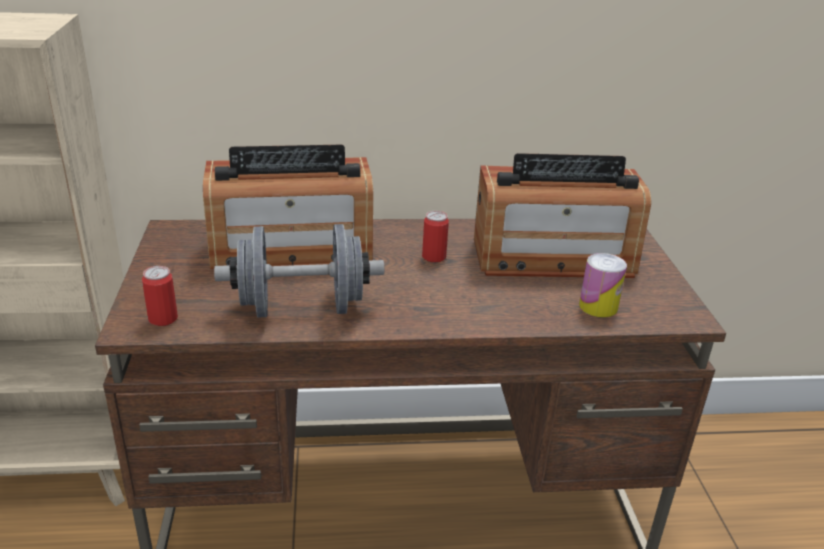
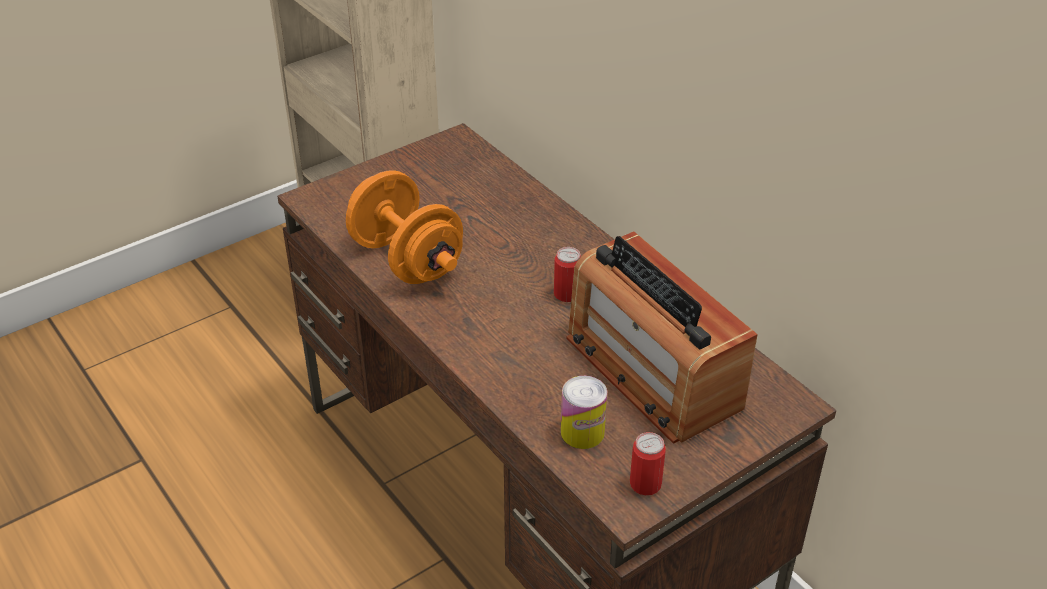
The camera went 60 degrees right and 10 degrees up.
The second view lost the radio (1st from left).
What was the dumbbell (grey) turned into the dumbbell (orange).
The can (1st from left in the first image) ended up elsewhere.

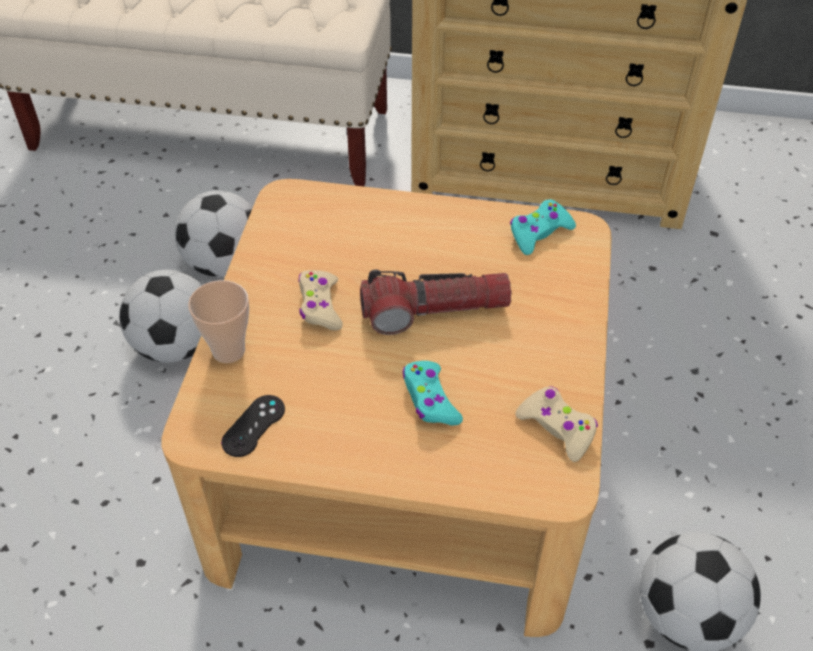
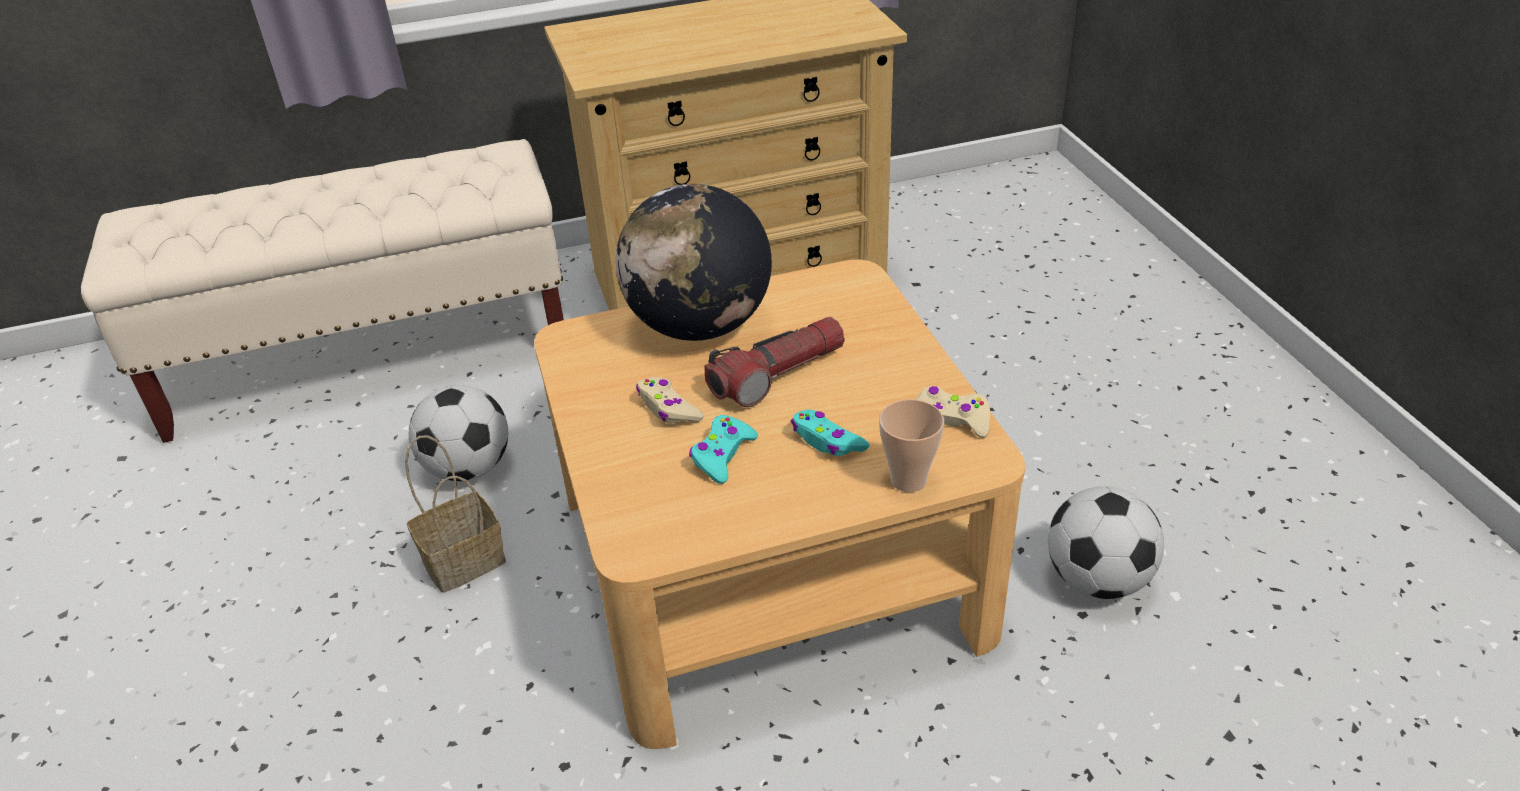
The camera went 25 degrees left and 10 degrees down.
The game controller (turquoise) (2nd from left in the first image) ended up elsewhere.
Where the football (1st from left) stood, the basket came to stand.
The cup ended up elsewhere.
The second view lost the game controller (black).
The second view gained the globe.

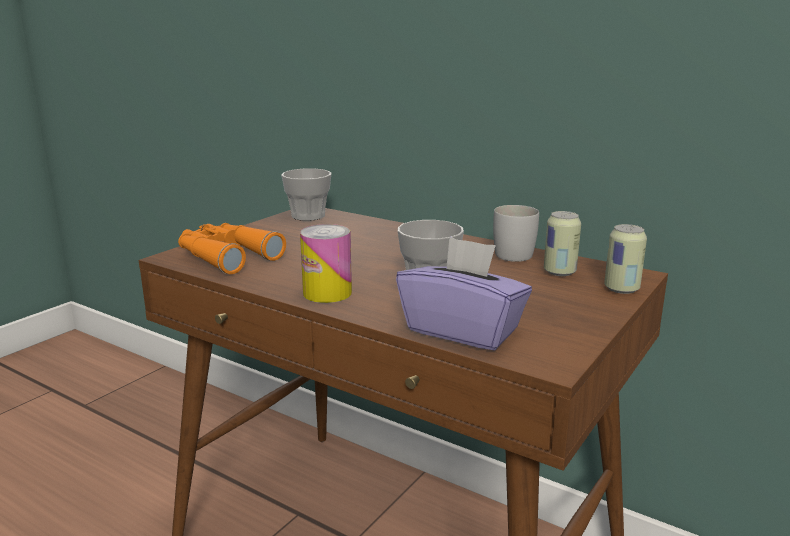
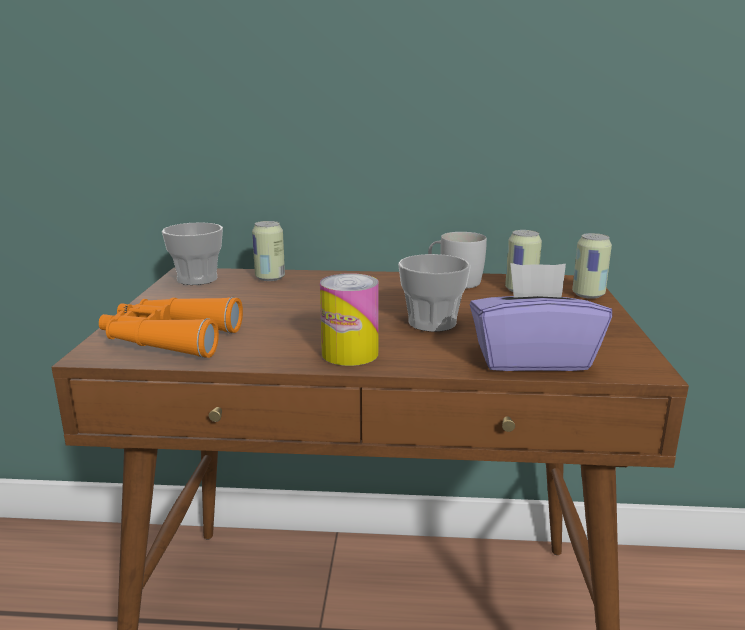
The camera went 30 degrees left and 0 degrees up.
The second view gained the can (1st from left).

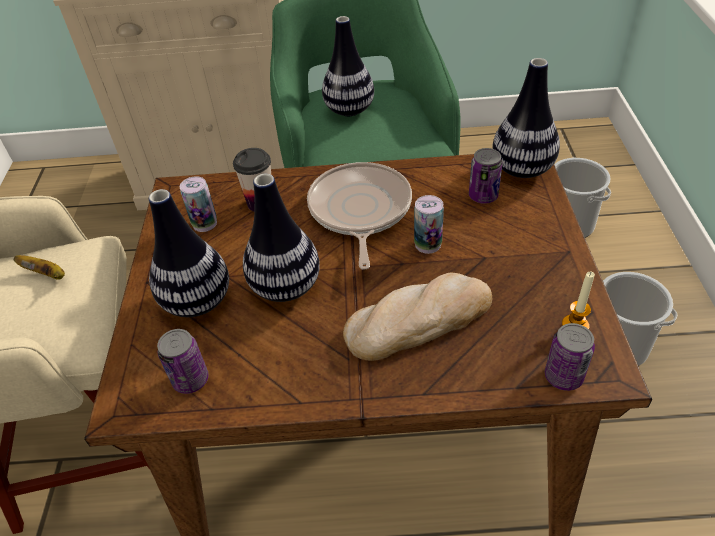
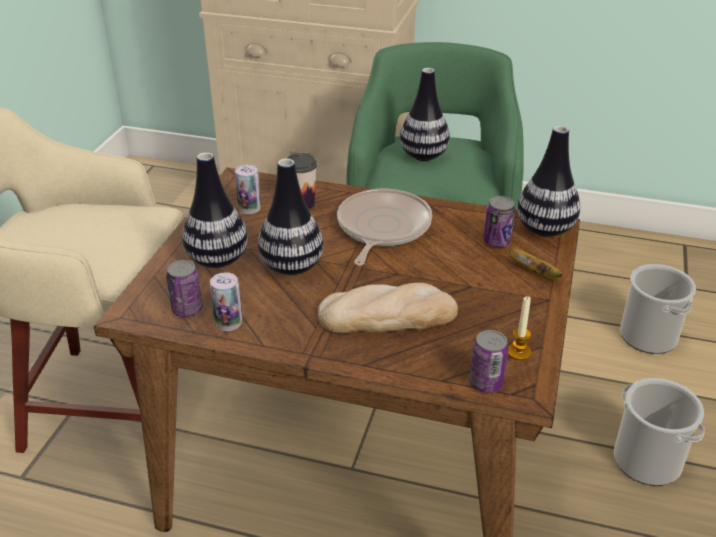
The camera went 15 degrees right and 10 degrees down.
The can (3rd from left in the first image) ended up elsewhere.
The banana ended up elsewhere.

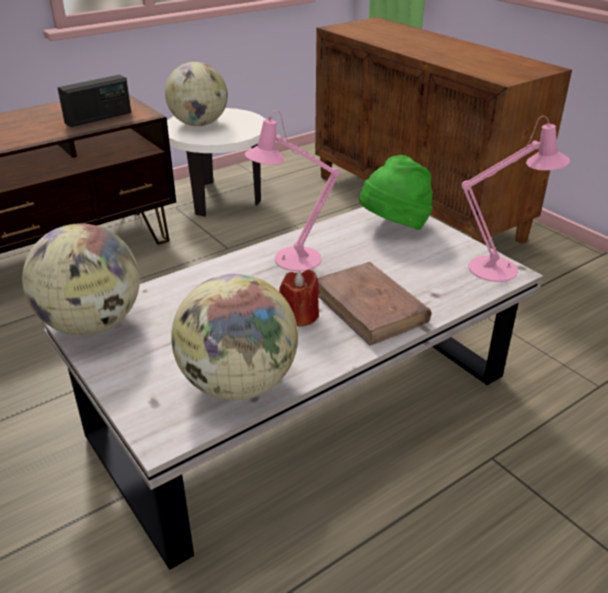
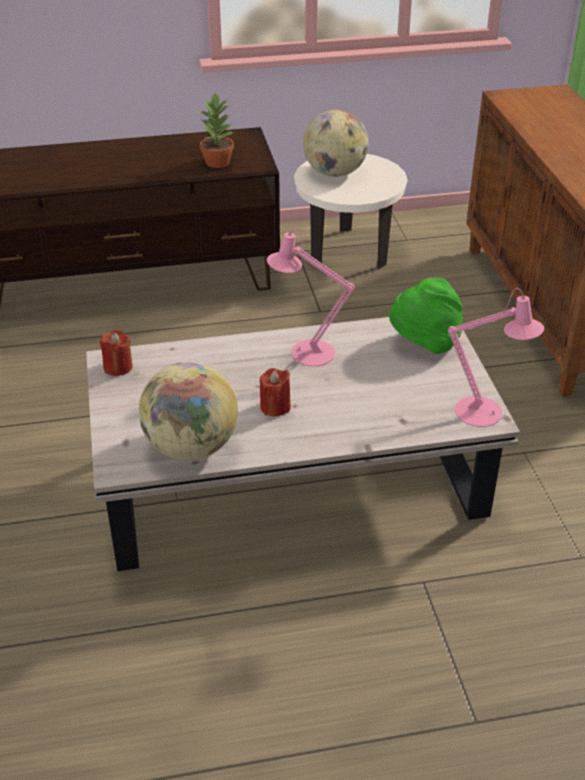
The camera went 25 degrees right and 5 degrees up.
Where the radio stood, the potted plant came to stand.
Where the globe (1st from left) stood, the candle (red) (1st from left) came to stand.
The second view lost the book (brown).

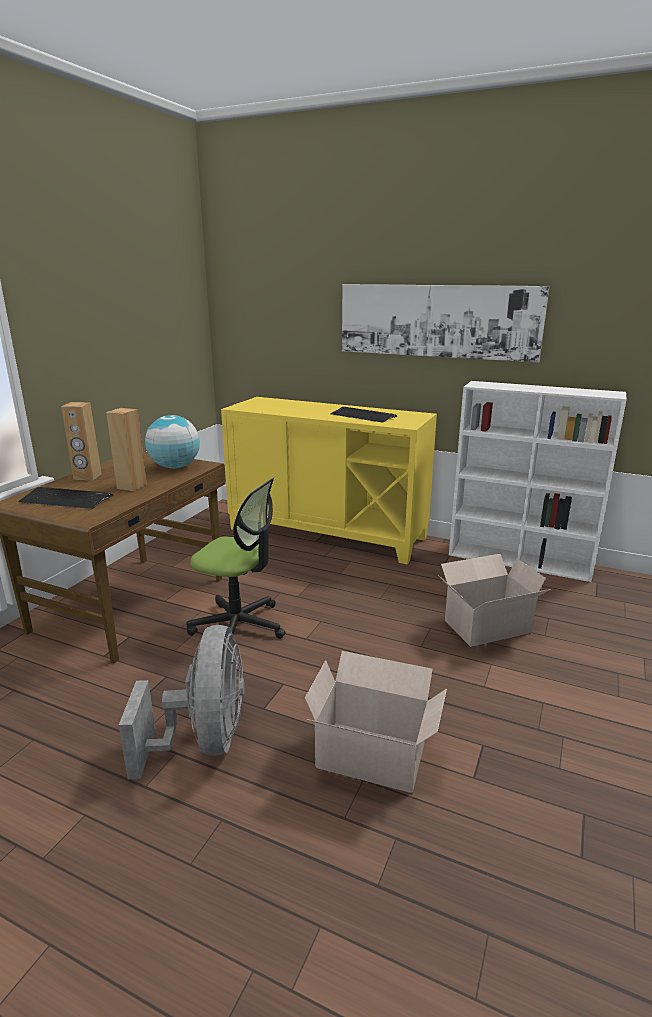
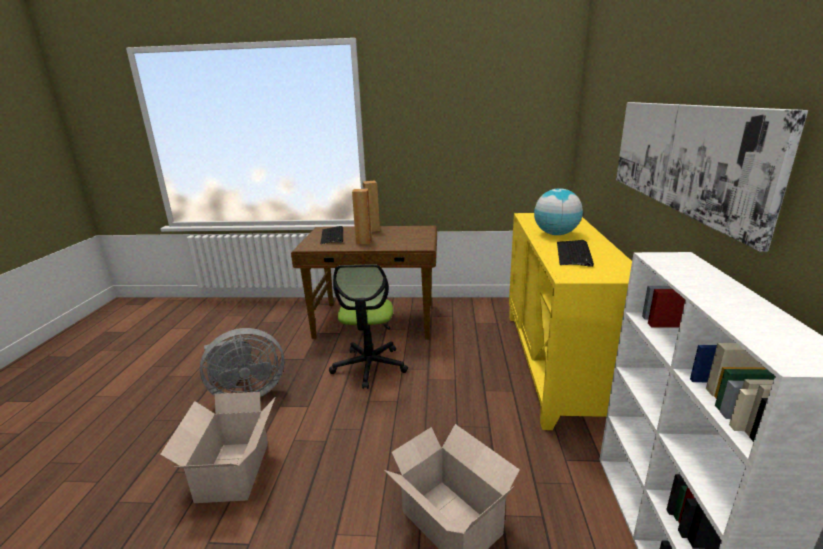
The camera went 70 degrees right and 0 degrees up.
The globe ended up elsewhere.

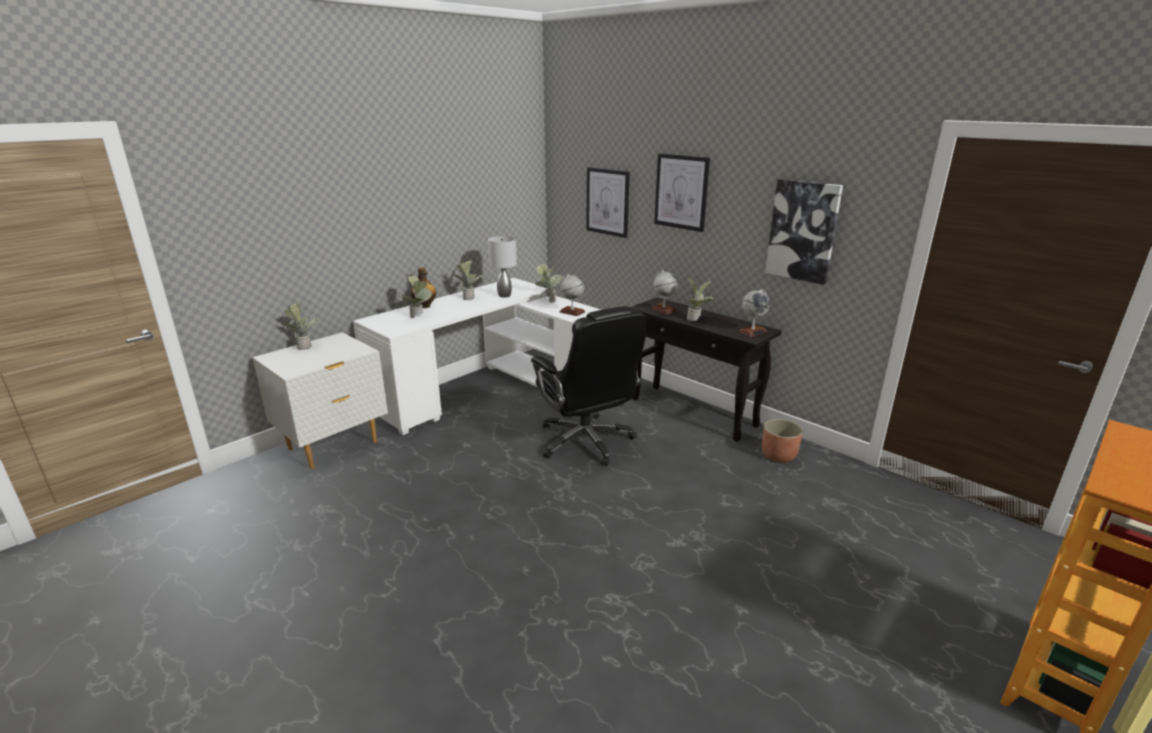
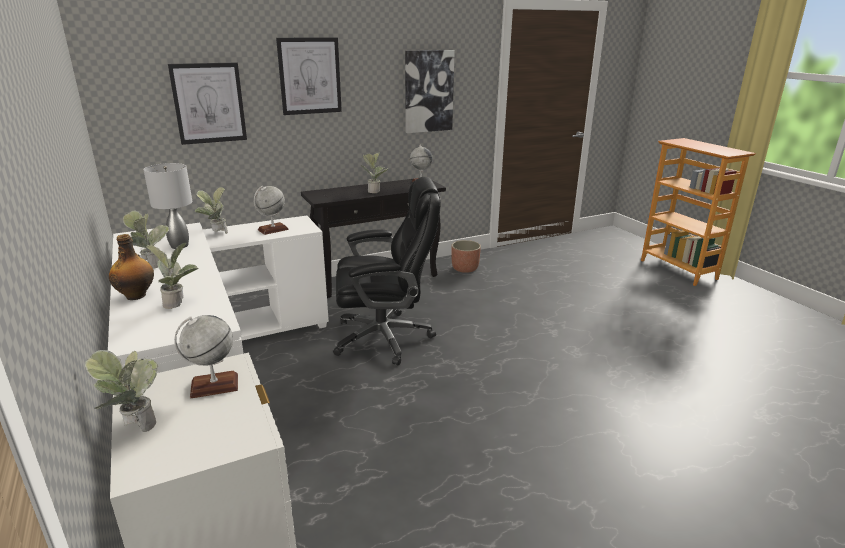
The camera went 70 degrees left and 0 degrees up.
The globe (2nd from left in the first image) ended up elsewhere.

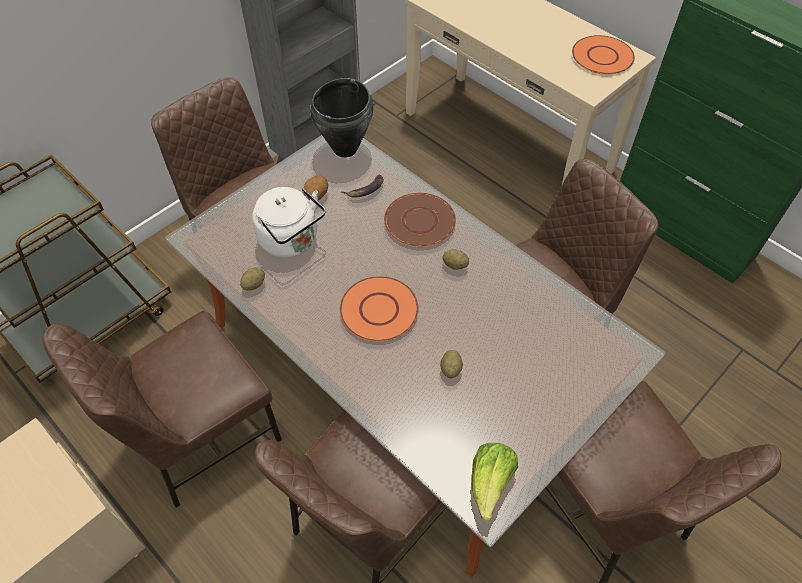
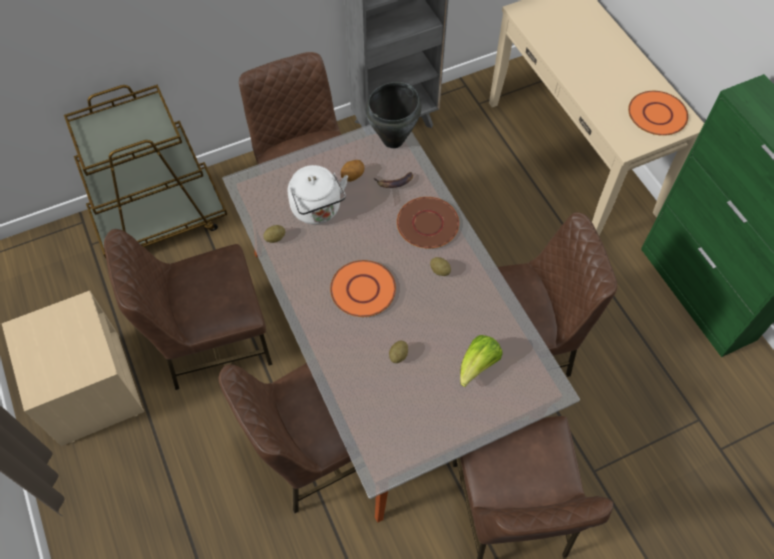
The camera went 20 degrees right and 5 degrees up.
The lettuce ended up elsewhere.

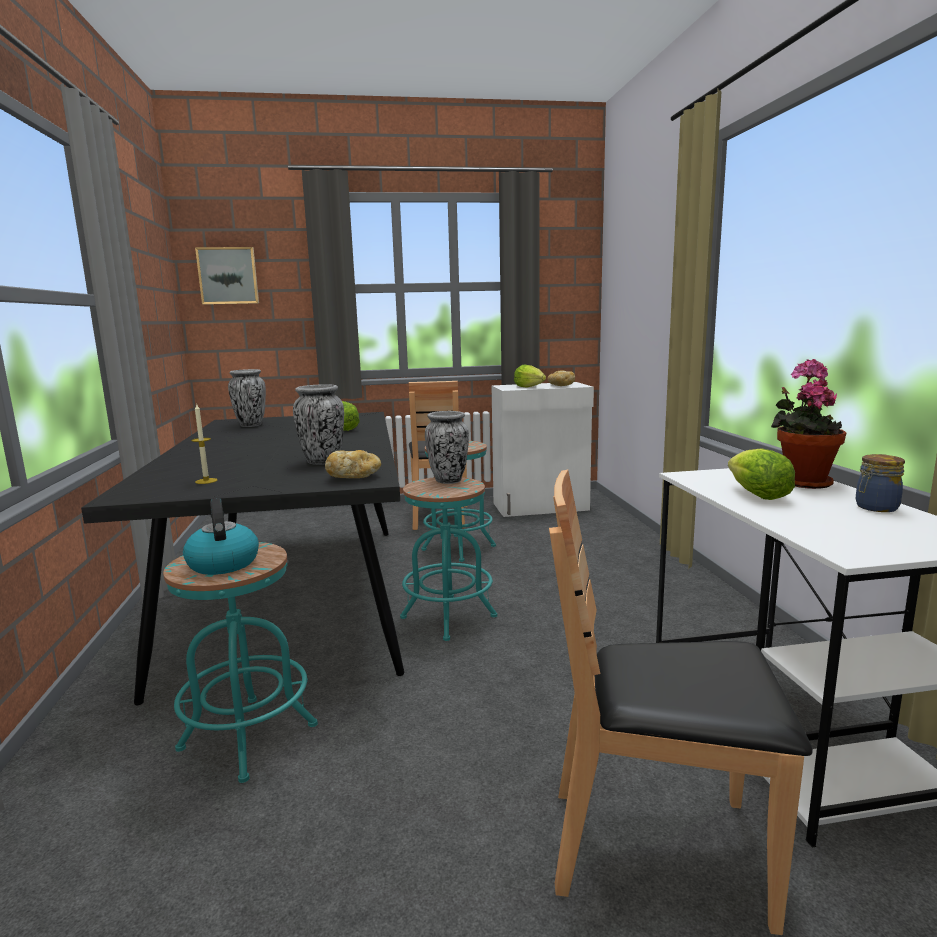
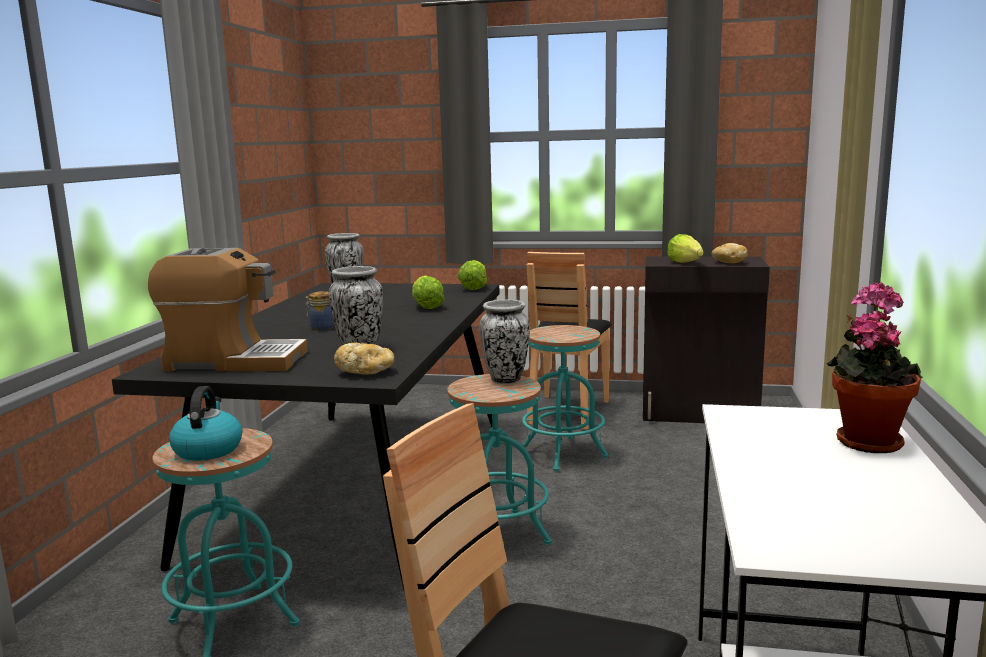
The camera went 20 degrees right and 0 degrees up.
The second view lost the picture.
What was the cabinet (white) turned into the cabinet (black).
Where the candle stood, the coffee machine came to stand.
The lettuce (3rd from left in the first image) ended up elsewhere.
The jar ended up elsewhere.

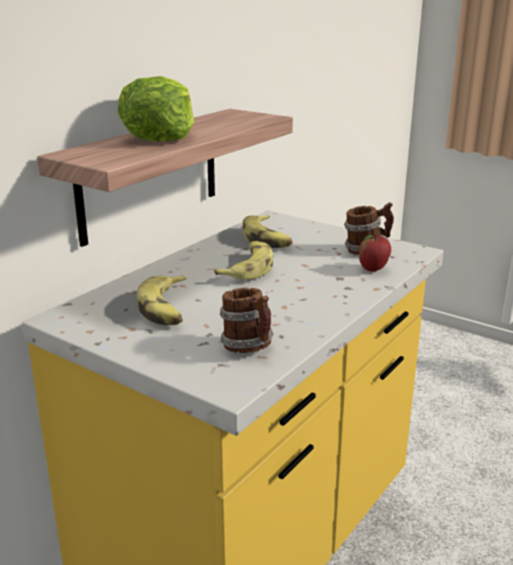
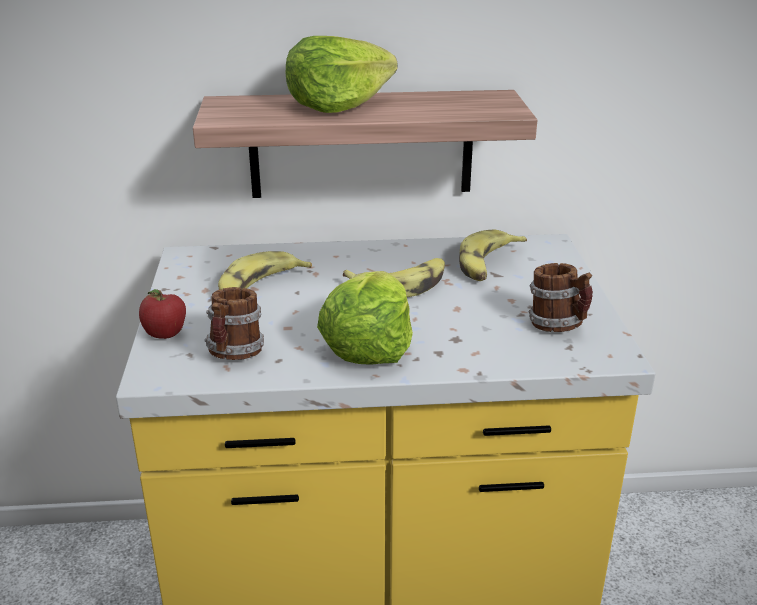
The camera went 50 degrees right and 5 degrees up.
The apple ended up elsewhere.
The second view gained the lettuce (2nd from left).

